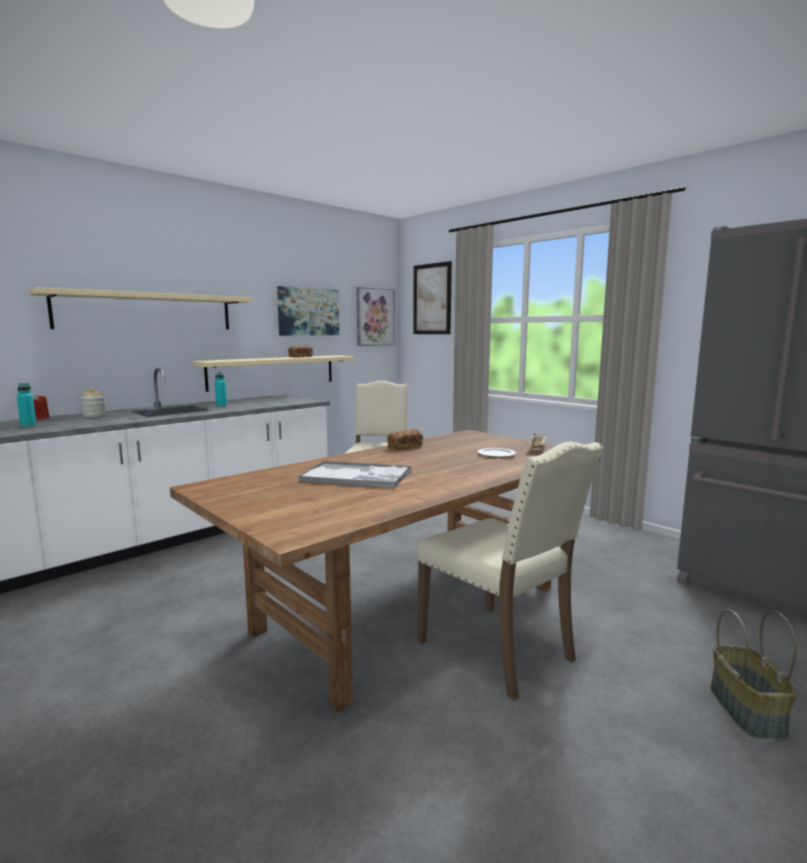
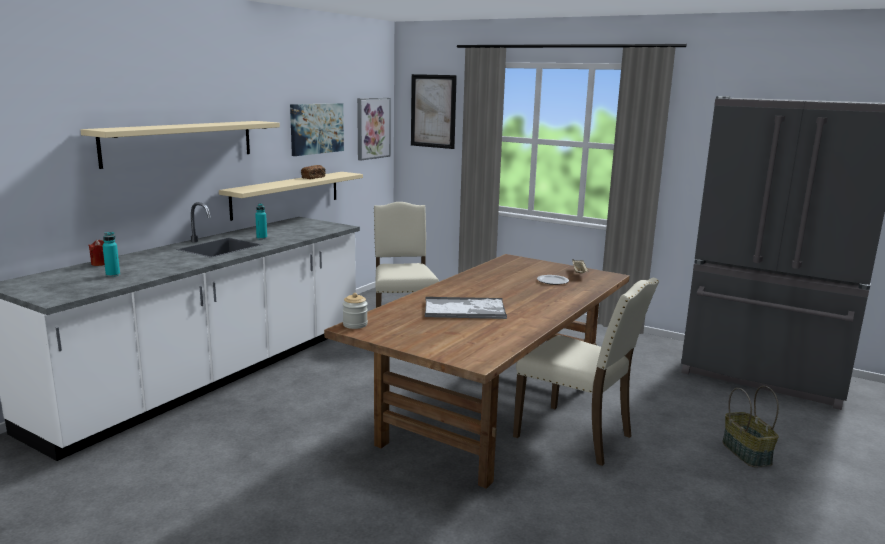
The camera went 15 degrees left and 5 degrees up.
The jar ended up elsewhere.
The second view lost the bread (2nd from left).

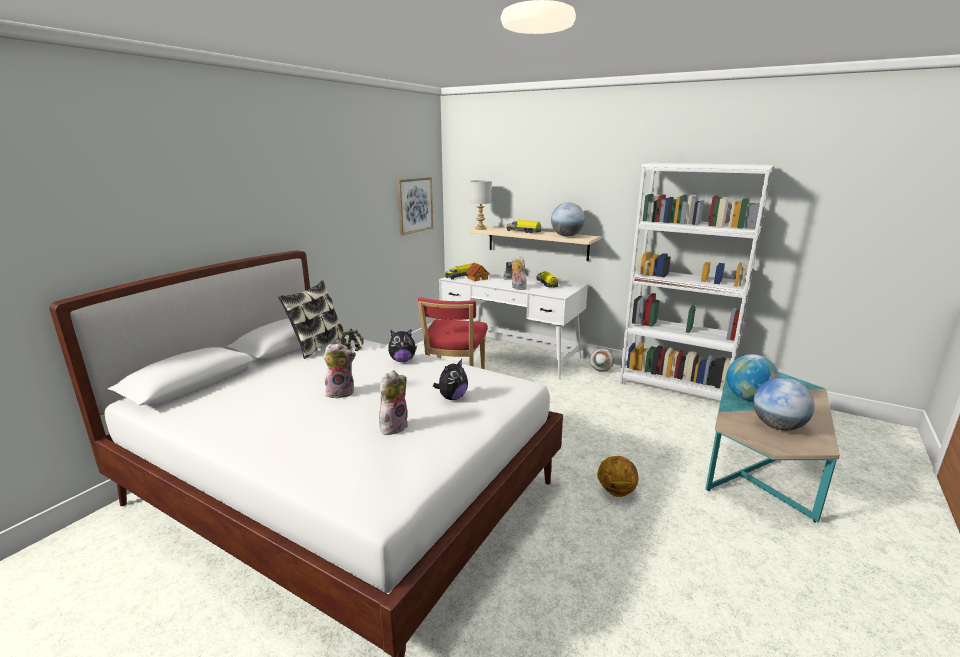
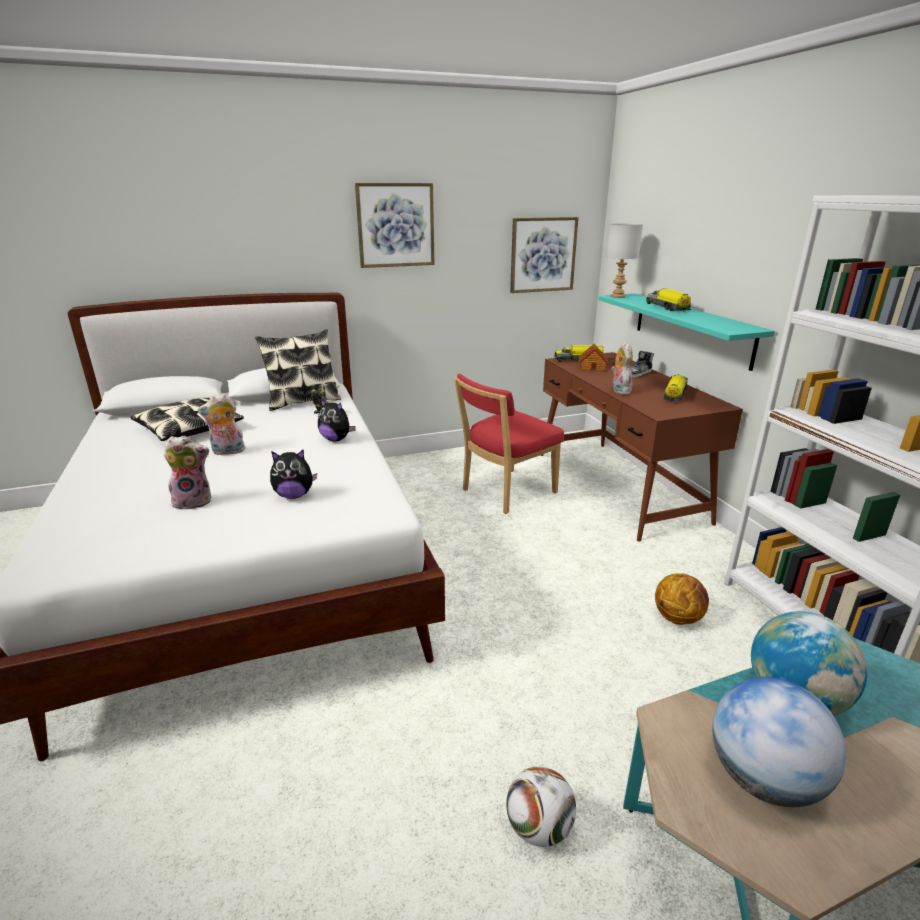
The camera went 40 degrees right and 5 degrees up.
The second view lost the globe (1st from left).
What was the shelf (beige) turned into the shelf (turquoise).
What was the desk (white) turned into the desk (brown).
The plush toy (1st from left in the first image) ended up facing another way, 135 degrees clockwise from before.
The football ended up elsewhere.
The basketball ended up elsewhere.
The second view gained the picture (1st from left).
The second view gained the pillow (1st from left).

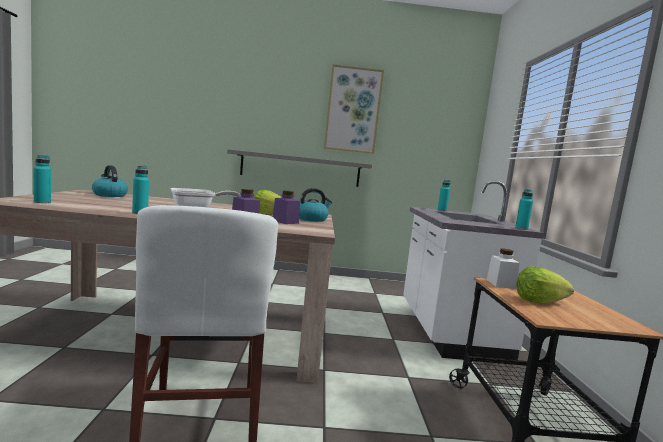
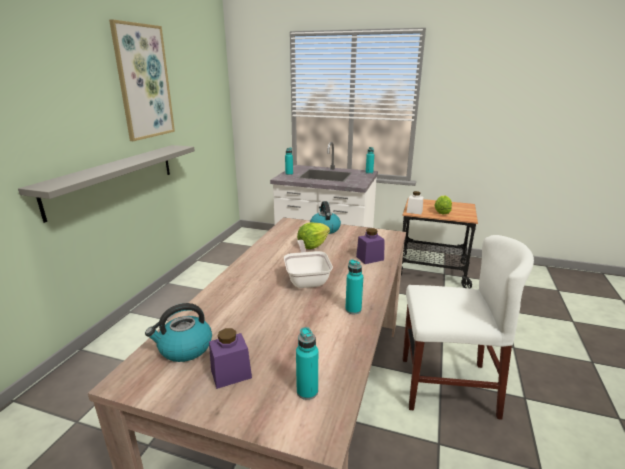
The camera went 70 degrees left and 15 degrees up.
The jar (purple) (2nd from left in the first image) ended up elsewhere.

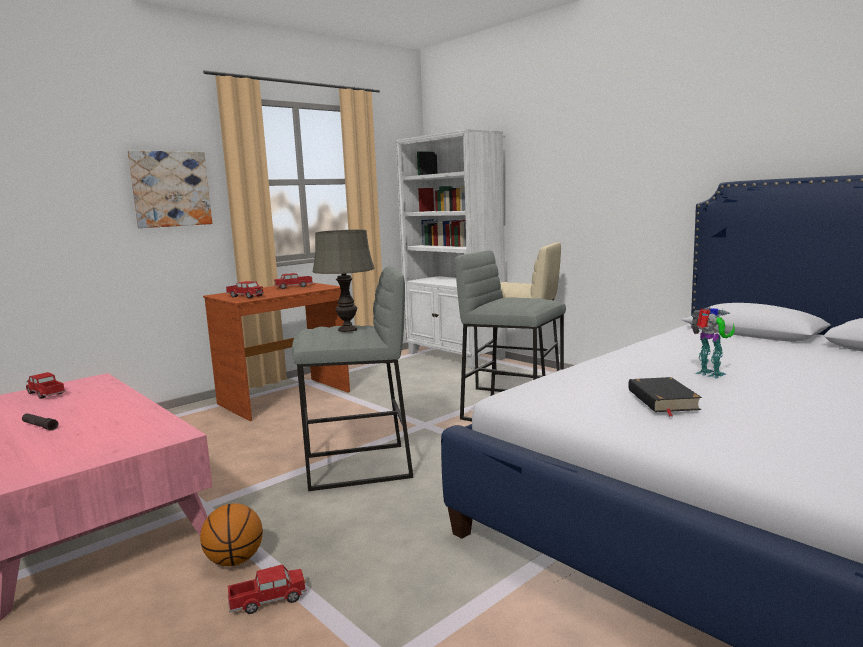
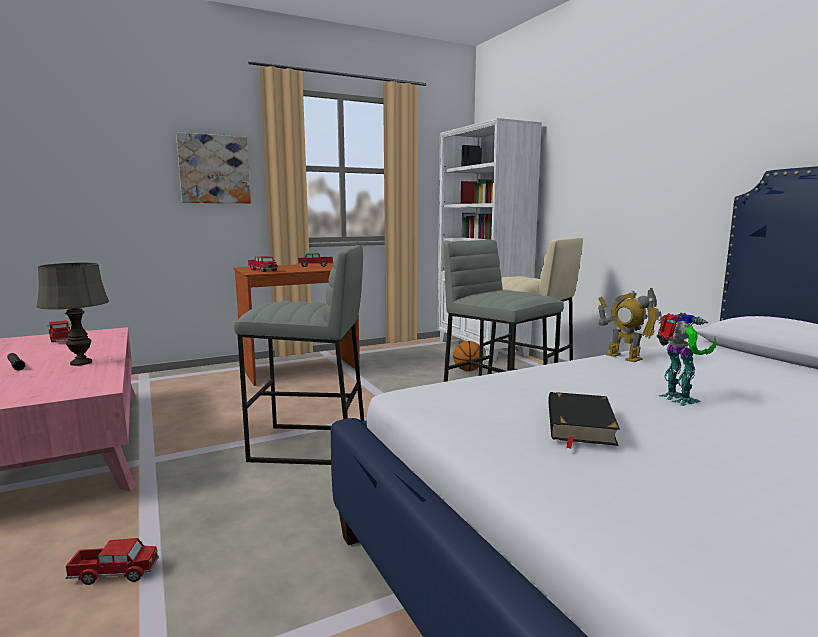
The camera went 15 degrees right and 0 degrees up.
The table lamp (grey) ended up elsewhere.
The basketball ended up elsewhere.
The second view gained the toy robot (1st from left).

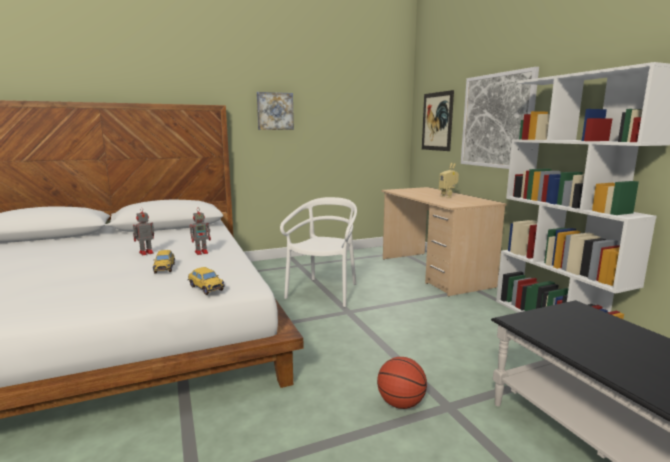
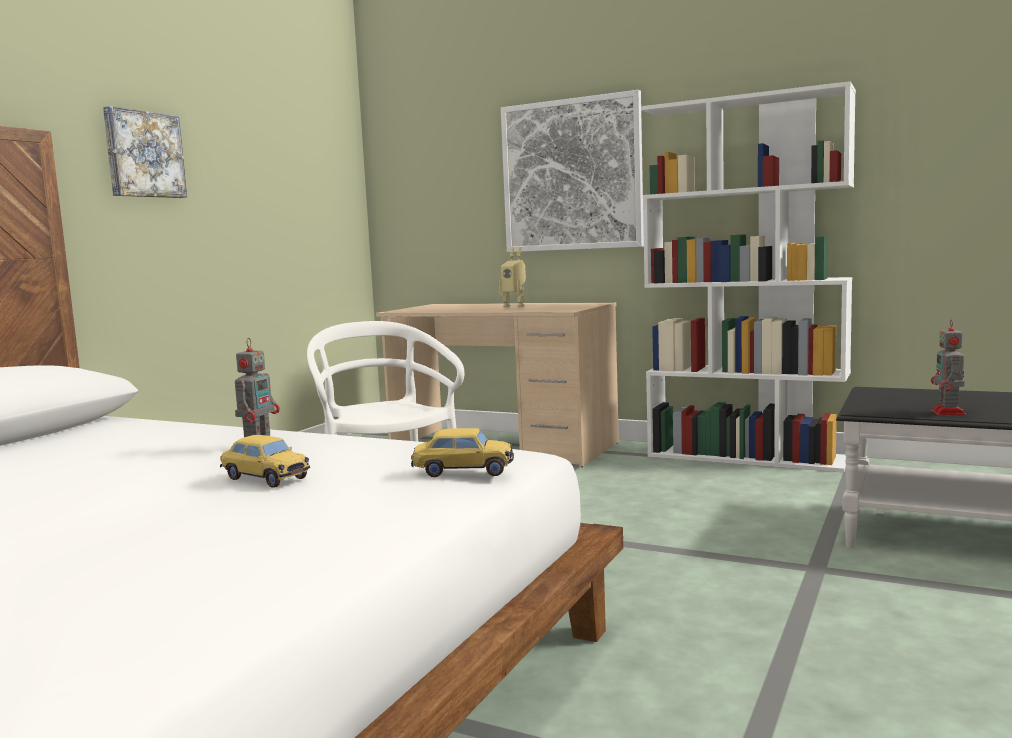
The camera went 40 degrees left and 5 degrees down.
The second view lost the picture (2nd from left).
The toy robot (1st from left in the first image) ended up elsewhere.
The second view lost the basketball.

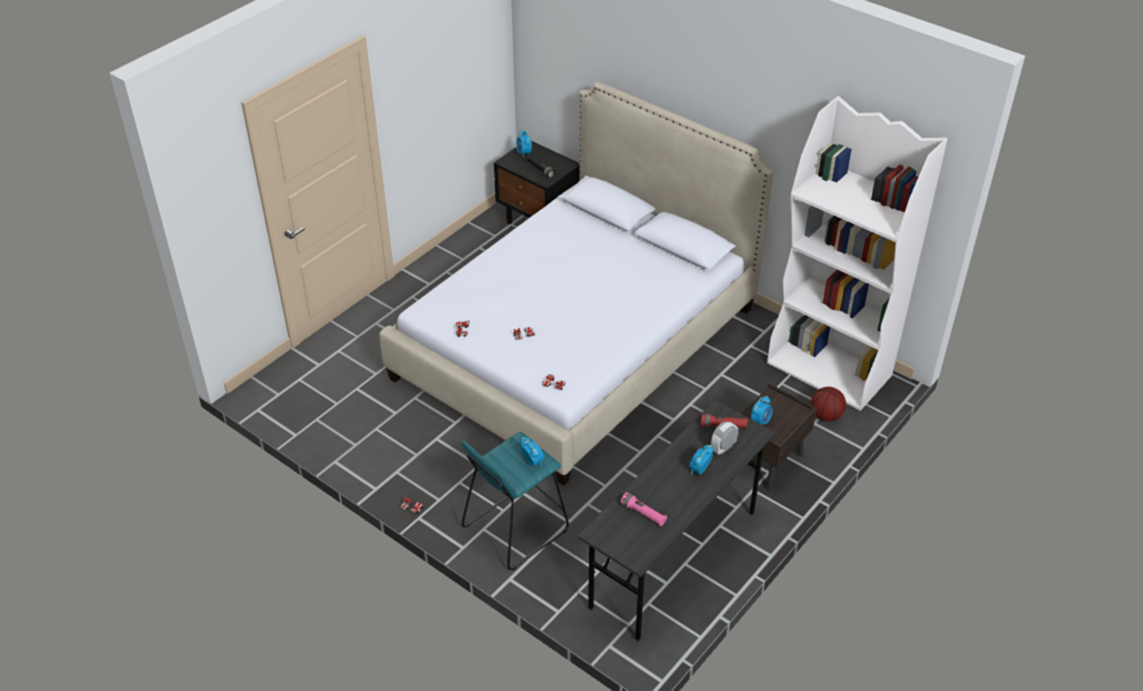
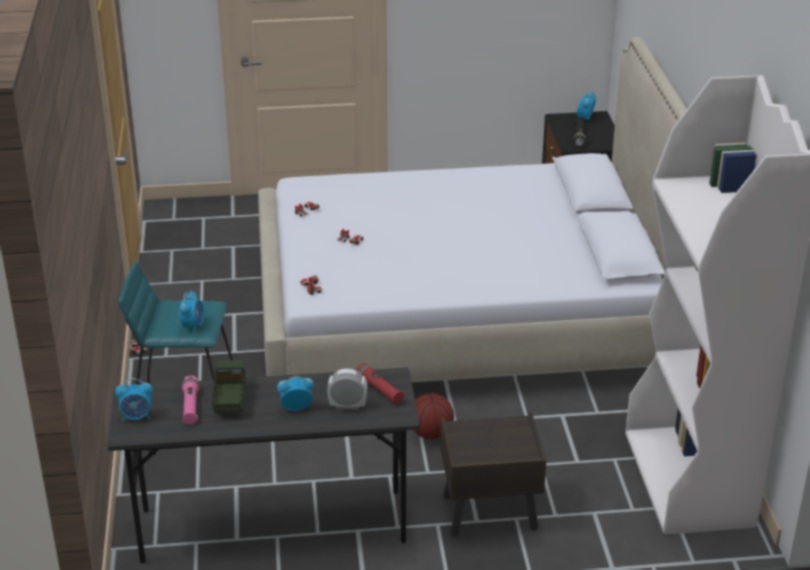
The camera went 45 degrees right and 10 degrees down.
The basketball ended up elsewhere.
The alarm clock (5th from left in the first image) ended up elsewhere.
The second view gained the toy truck.

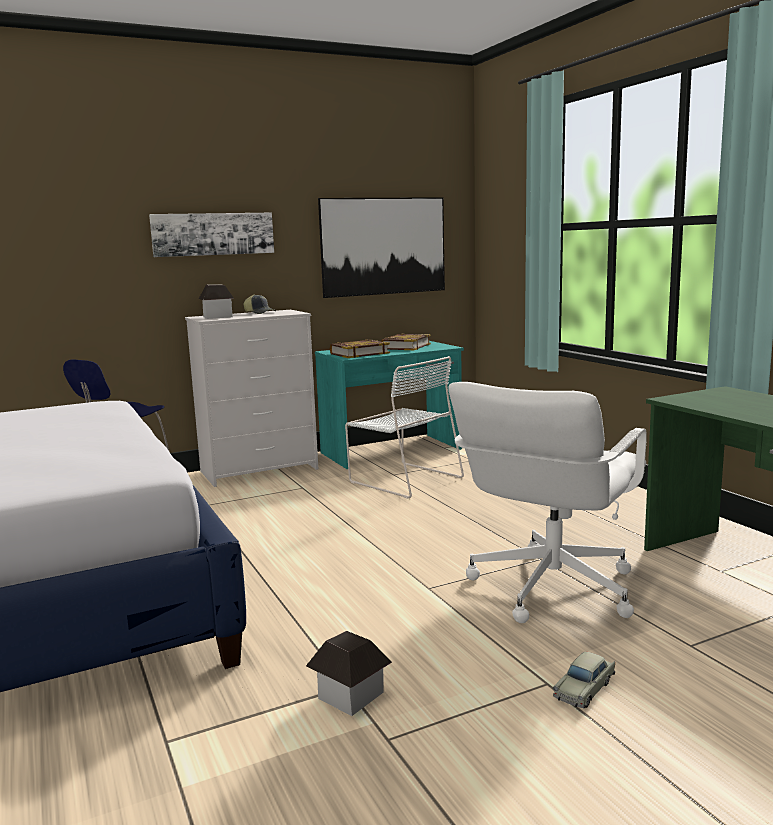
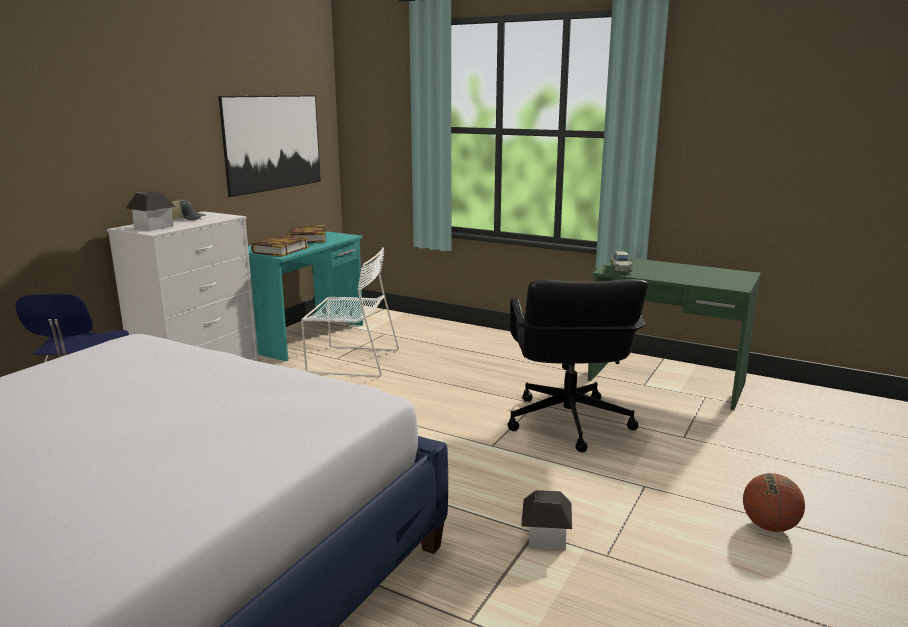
The camera went 35 degrees left and 5 degrees up.
The second view lost the picture (1st from left).
What was the office chair (white) turned into the office chair (black).
The toy car (beige) ended up elsewhere.
The second view gained the basketball.

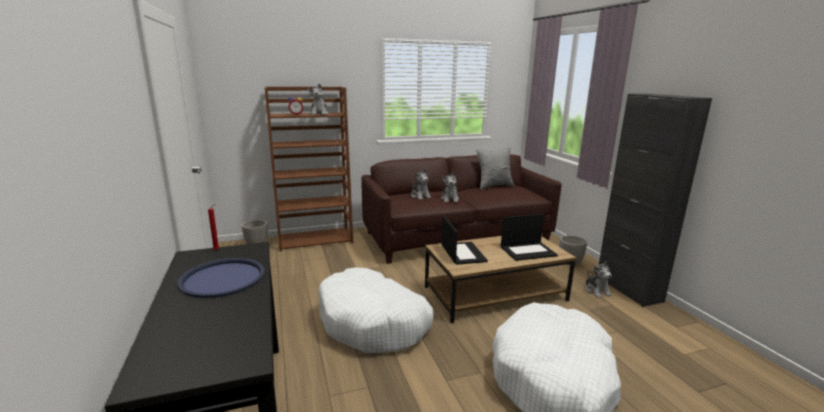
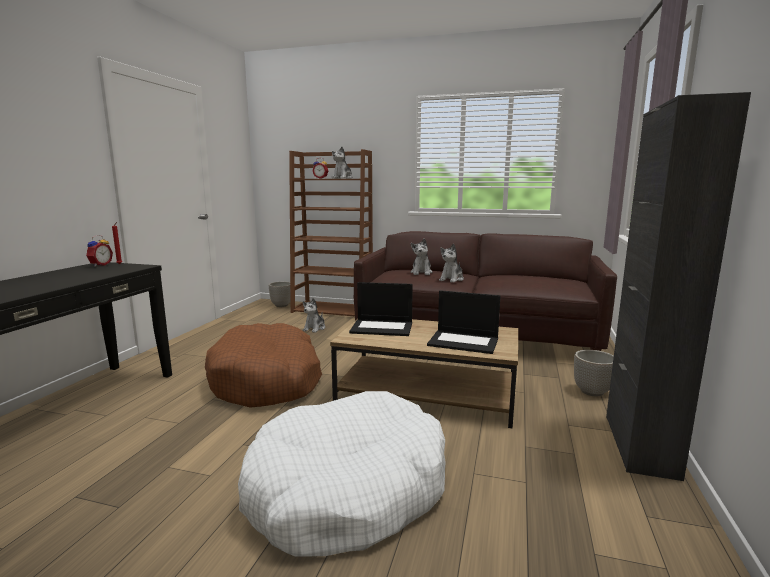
The camera went 35 degrees right and 5 degrees down.
The second view lost the pillow (grey).
The laptop (1st from left) ended up facing another way, 75 degrees clockwise from before.
The second view lost the tray (blue).
The plush toy (4th from left in the first image) ended up elsewhere.
What was the dog bed (white) (1st from left) turned into the dog bed (brown).
The second view gained the alarm clock (1st from left).

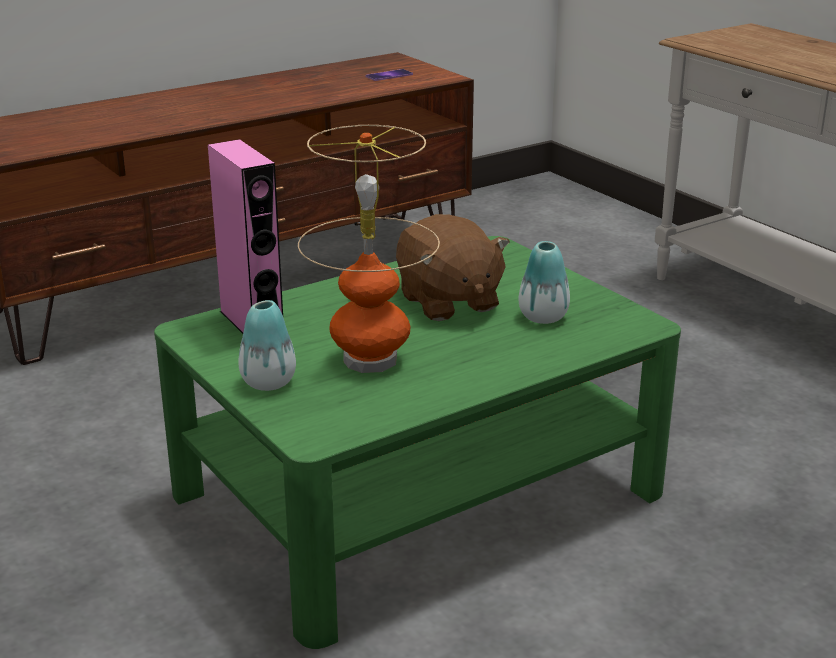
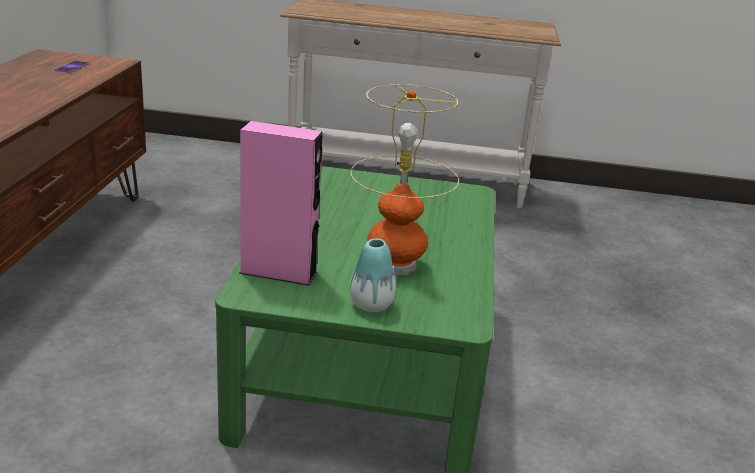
The camera went 50 degrees left and 0 degrees up.
The second view lost the plush toy (brown).
The second view lost the vase (2nd from left).

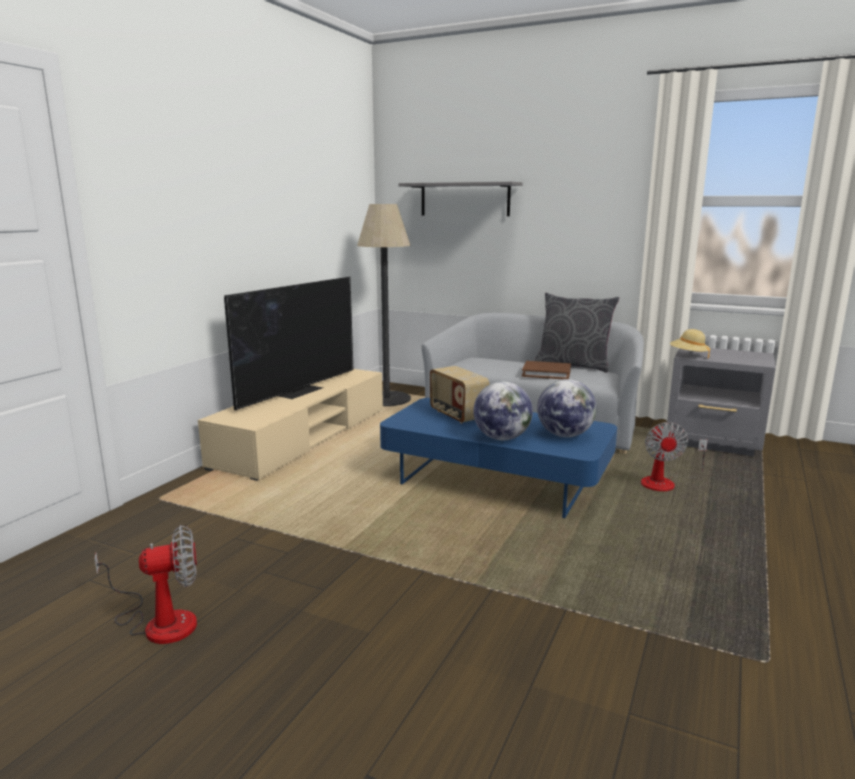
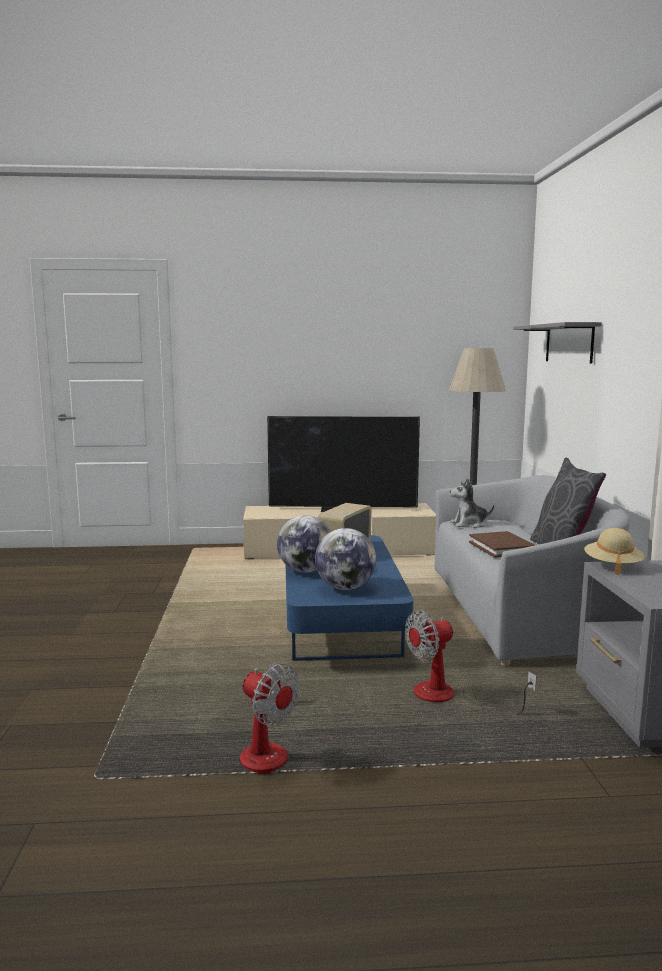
The camera went 60 degrees right and 5 degrees down.
The fan (1st from left) ended up elsewhere.
The second view gained the plush toy.

